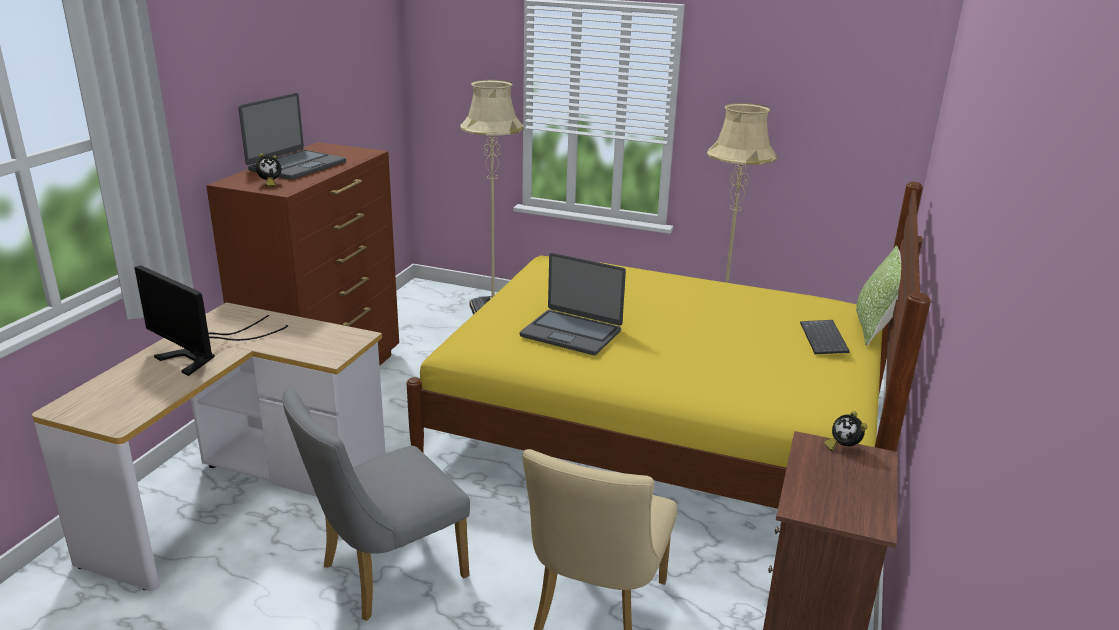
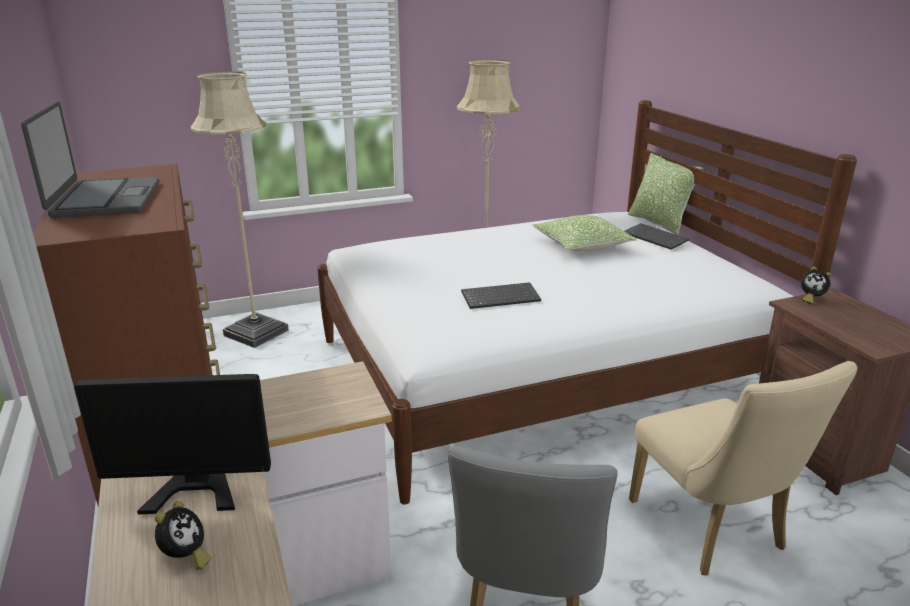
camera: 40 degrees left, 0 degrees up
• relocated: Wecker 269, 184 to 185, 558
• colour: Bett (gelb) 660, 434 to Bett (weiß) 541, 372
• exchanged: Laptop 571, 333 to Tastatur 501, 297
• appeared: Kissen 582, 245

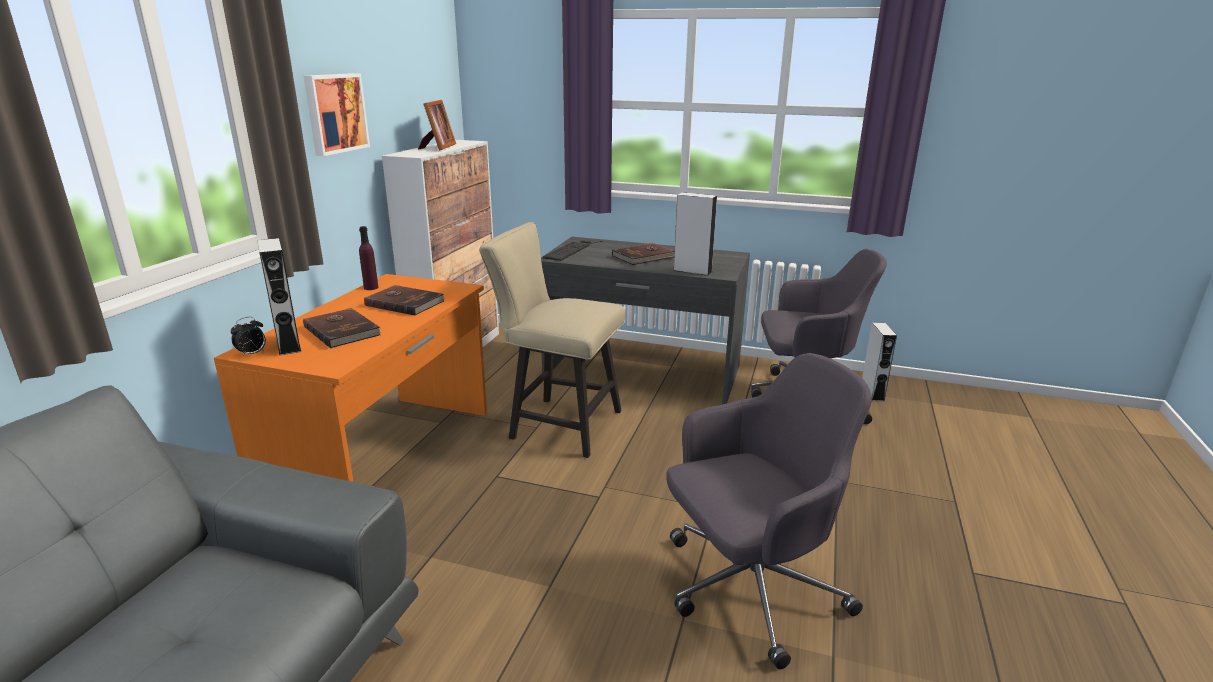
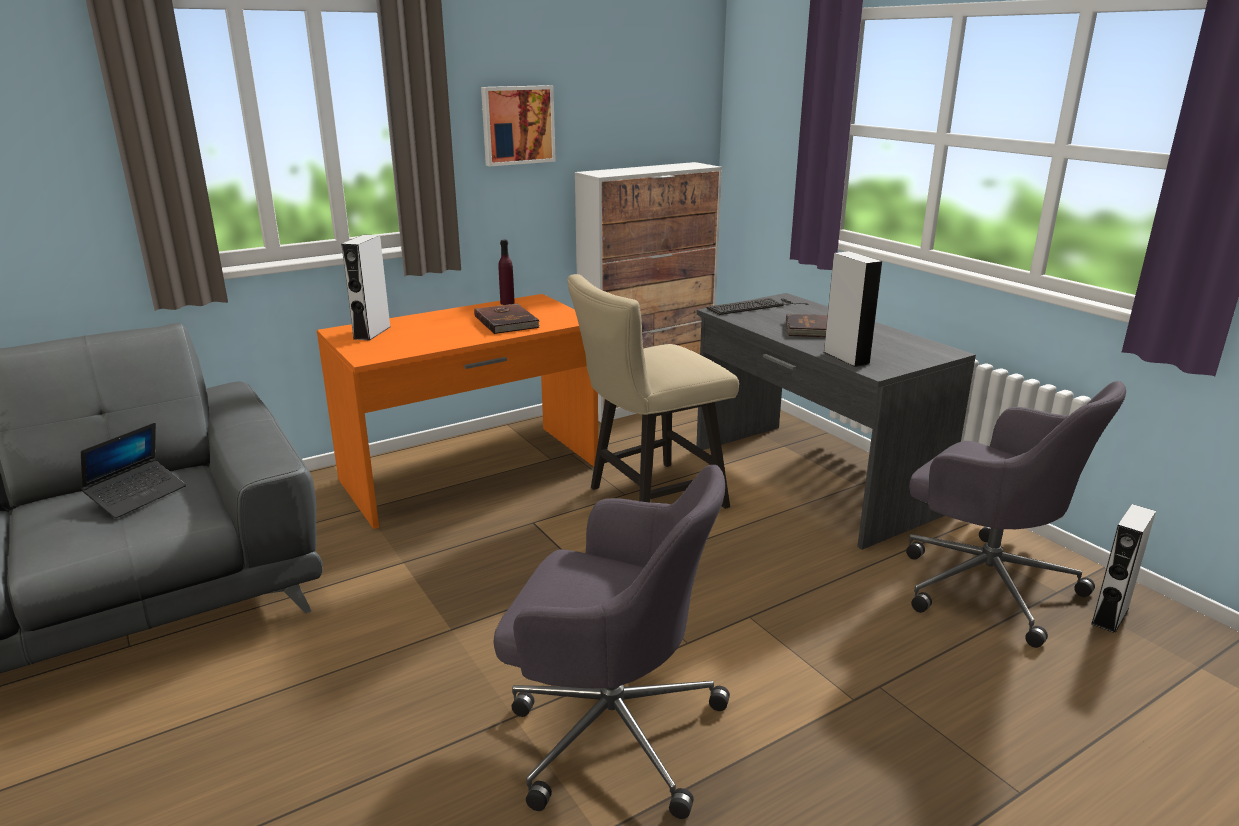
camera: 40 degrees right, 0 degrees up
• missing: Wecker 252, 354
• missing: Buch (braun) 343, 330
• missing: Bilderrahmen 438, 147
• spun: Stuhl (beige) 558, 424 = 648, 499 90 degrees counterclockwise
• appeared: Laptop 137, 496

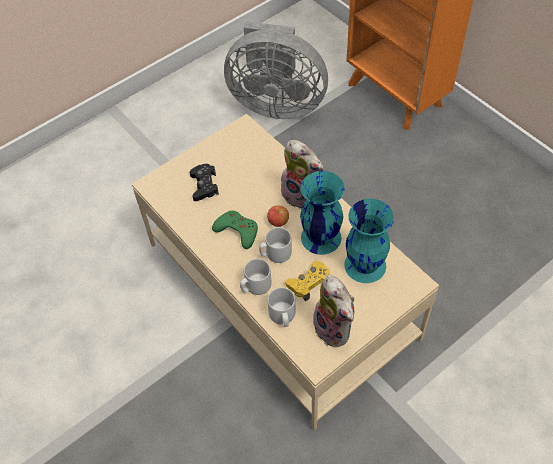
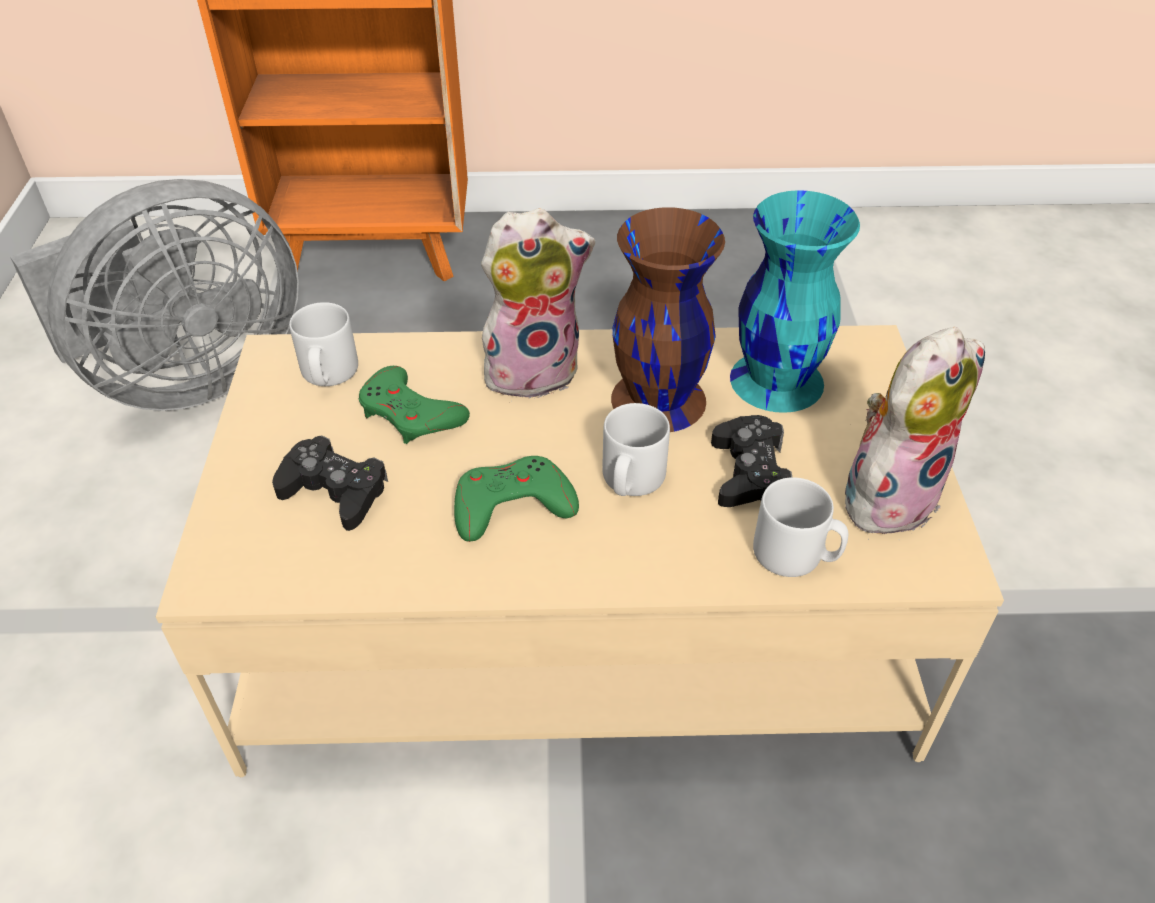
camera: 55 degrees left, 10 degrees down
• relocated: Henkelbecher (grau) 255, 286 to 328, 374
• missing: Apfel 278, 221
• colour: Gamepad (gelb) 309, 283 to Gamepad (schwarz) 748, 472
• colour: Vase (türkis) 320, 237 to Vase (braun) 656, 400
• spun: Plüschtier 335, 328 = 888, 495 45 degrees counterclockwise
• appeared: Gamepad (grün) 410, 414

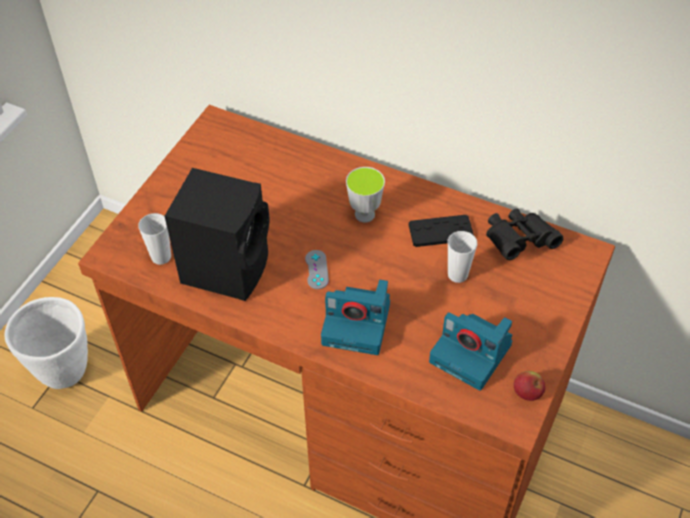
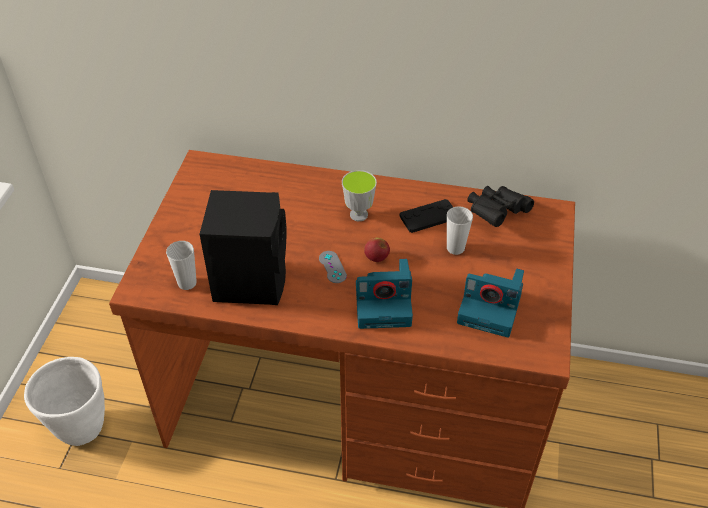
camera: 15 degrees left, 5 degrees down
• relocated: Apfel 527, 393 to 376, 258

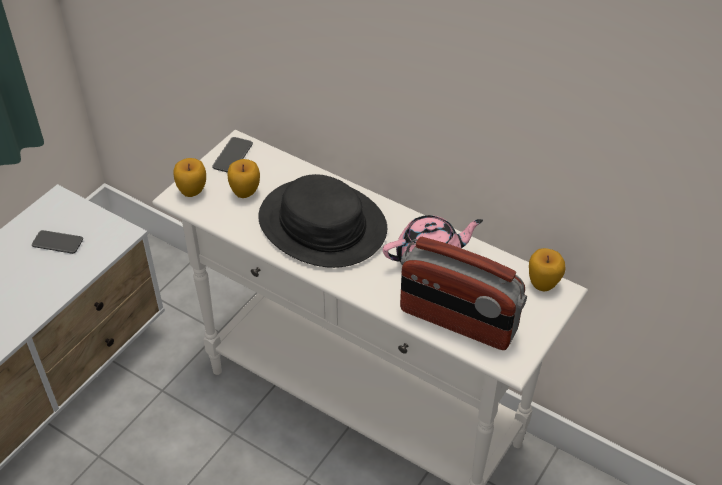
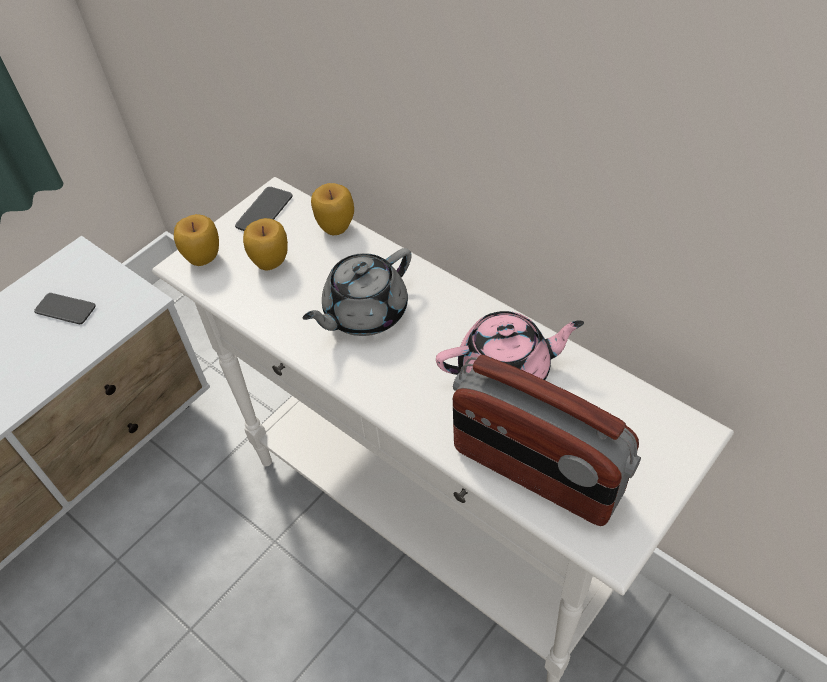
camera: 10 degrees right, 5 degrees up
• exchanged: Hut (schwarz) 322, 225 to Teekanne (grau) 364, 313
• relocated: Apfel 543, 284 to 336, 227

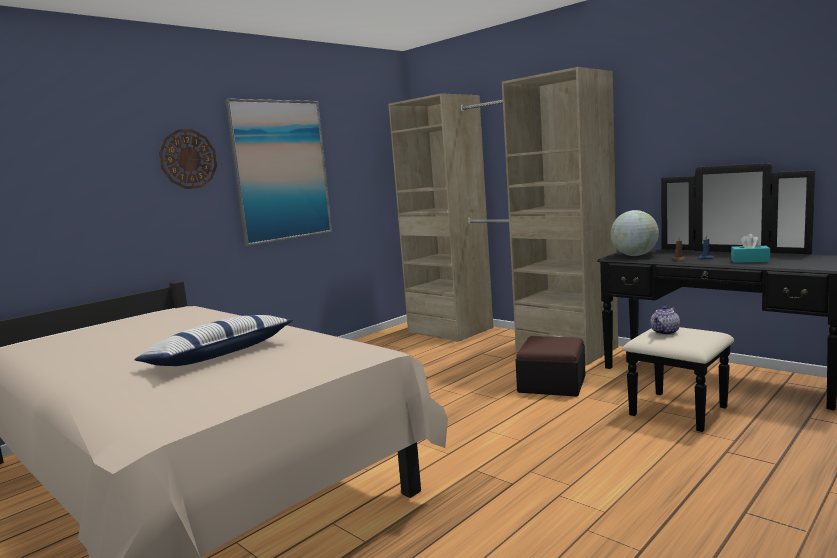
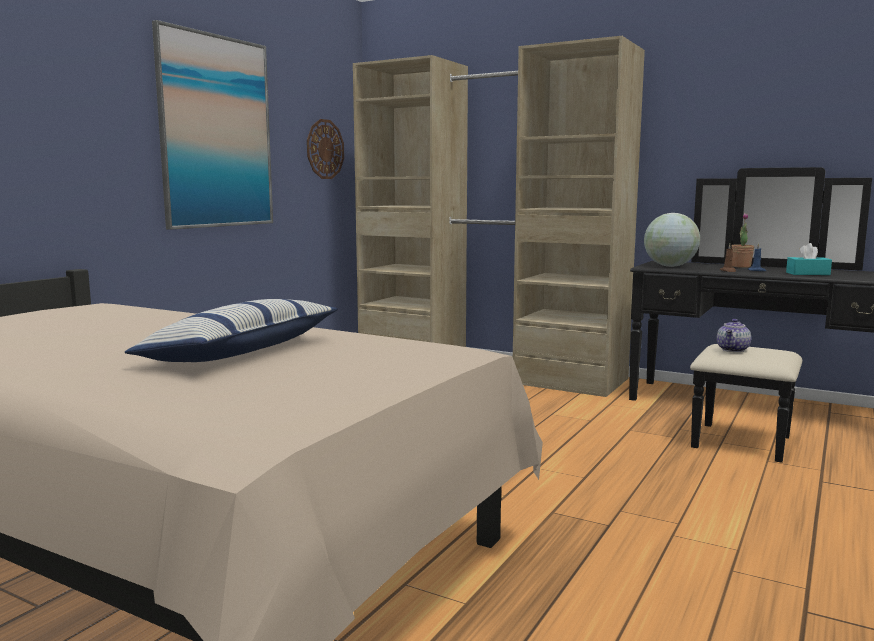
camera: 15 degrees left, 0 degrees up
• relocated: Wanduhr 188, 159 to 325, 149
• missing: Polsterhocker 552, 384
• appeared: Topfpflanze 741, 266

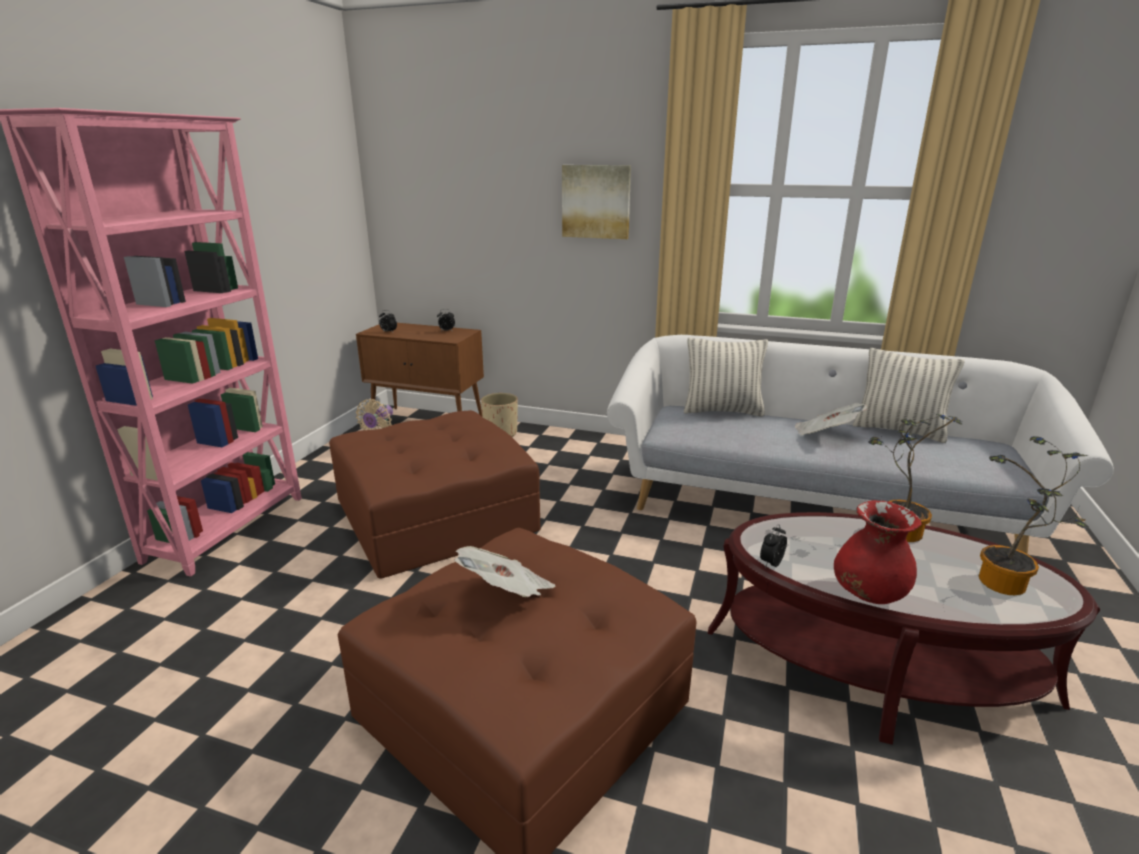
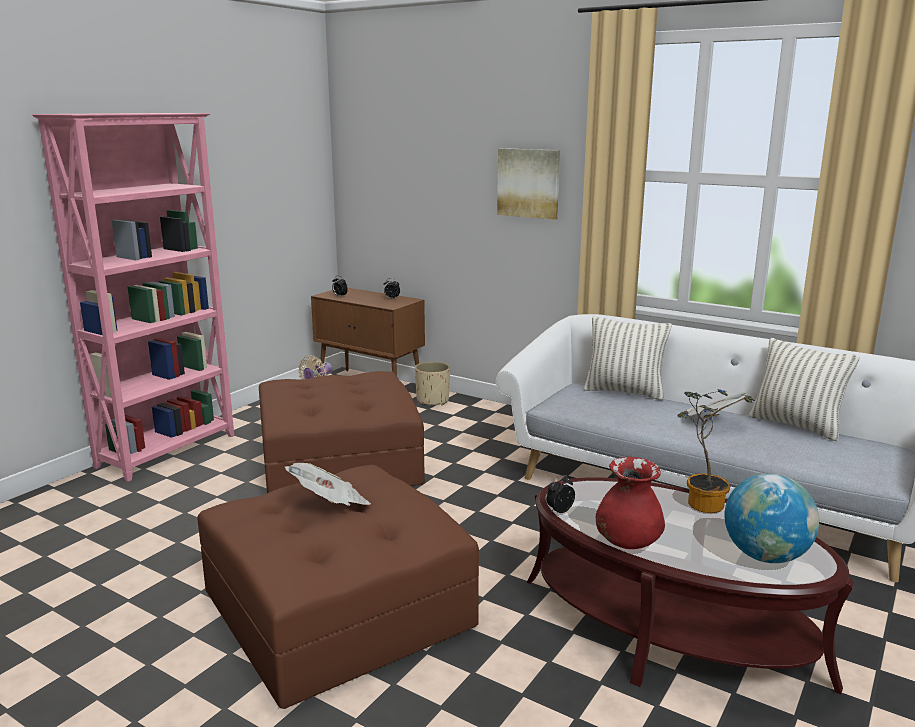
camera: 15 degrees right, 5 degrees down
• exchanged: Topfpflanze 1007, 587 to Globus 765, 556

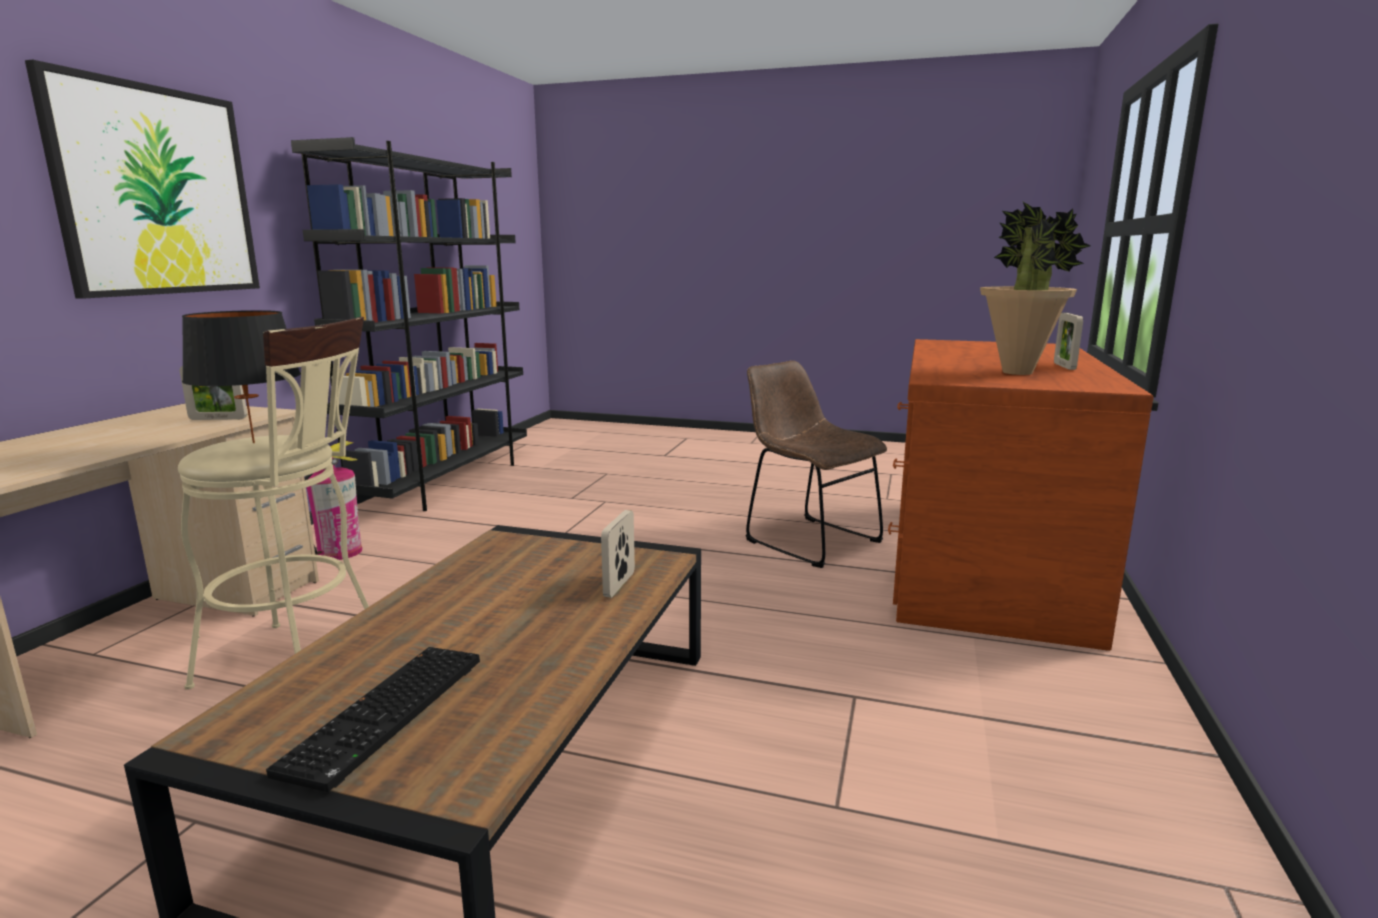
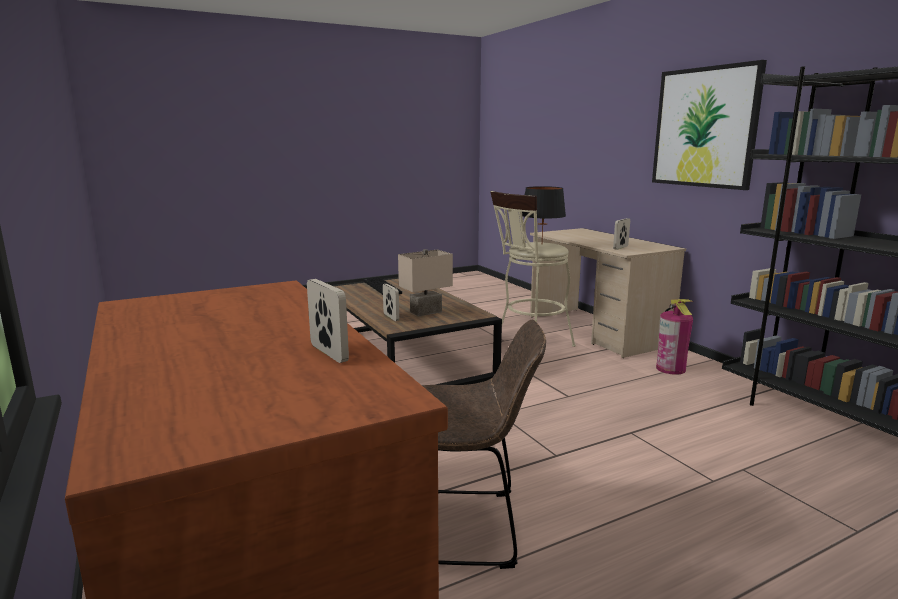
camera: 135 degrees right, 0 degrees up
• missing: Topfpflanze 1018, 372
• relocated: Bilderrahmen 1064, 366 to 329, 353
• appeared: Tischlampe (beige) 425, 311

